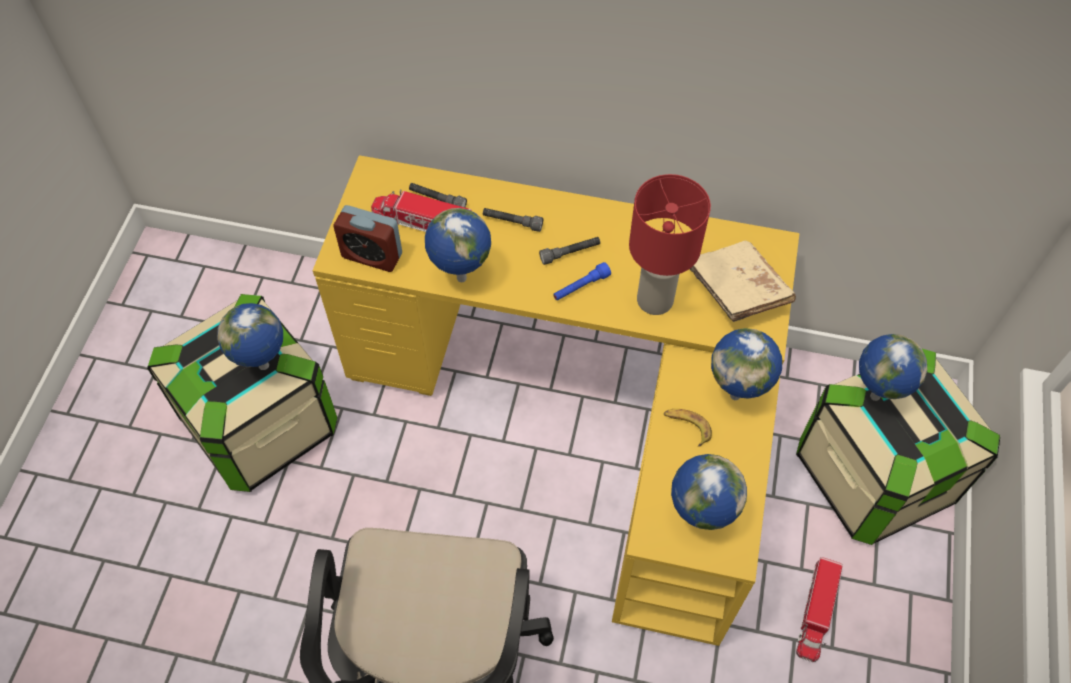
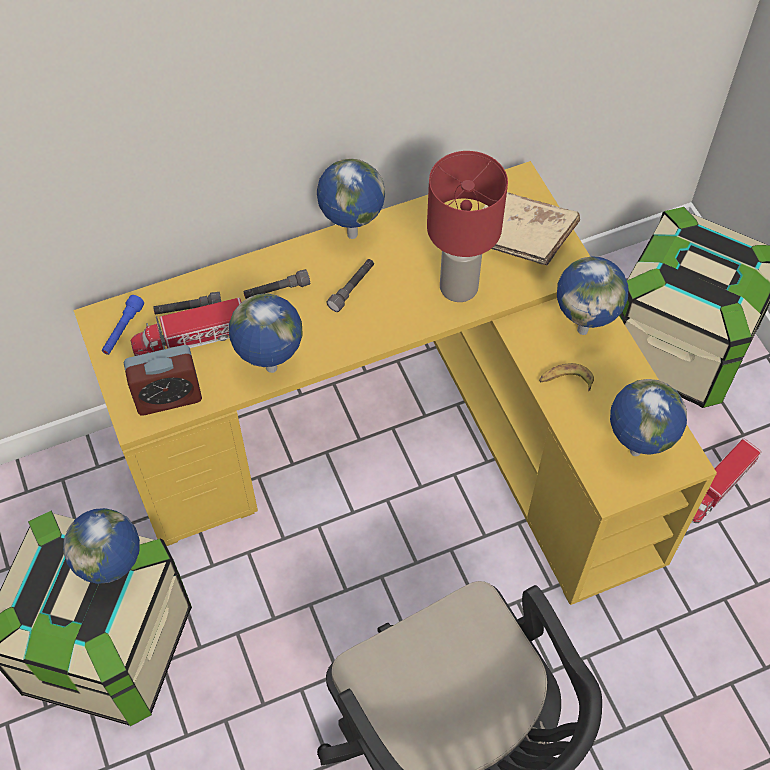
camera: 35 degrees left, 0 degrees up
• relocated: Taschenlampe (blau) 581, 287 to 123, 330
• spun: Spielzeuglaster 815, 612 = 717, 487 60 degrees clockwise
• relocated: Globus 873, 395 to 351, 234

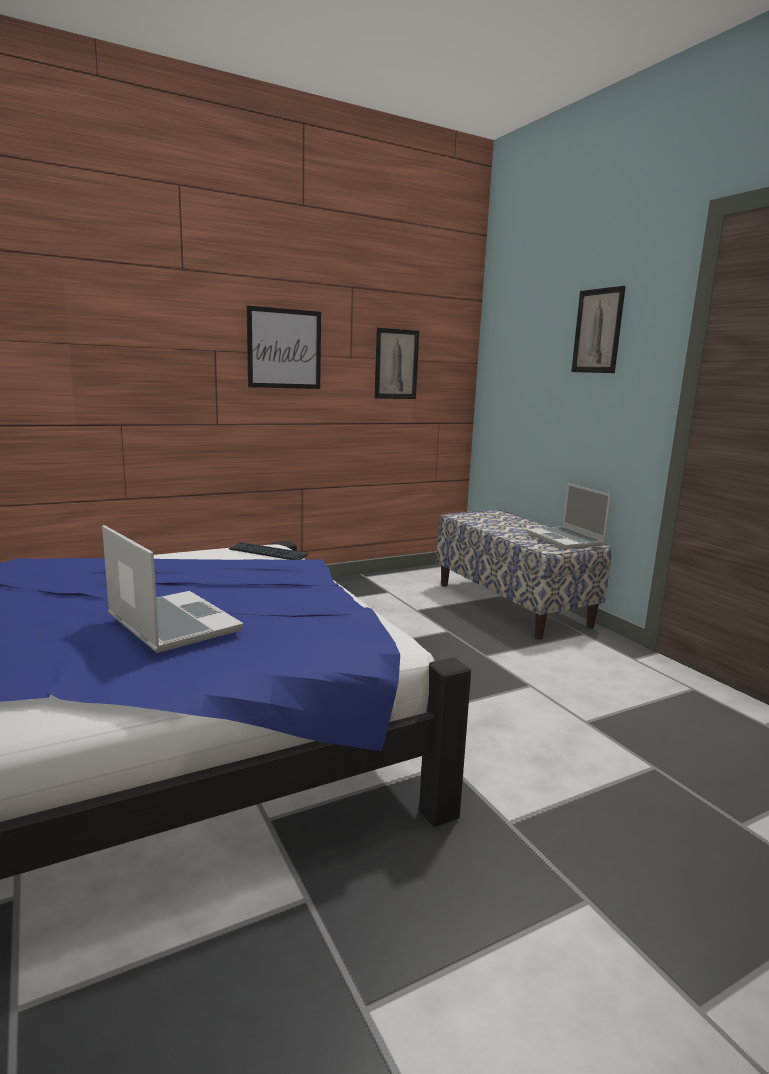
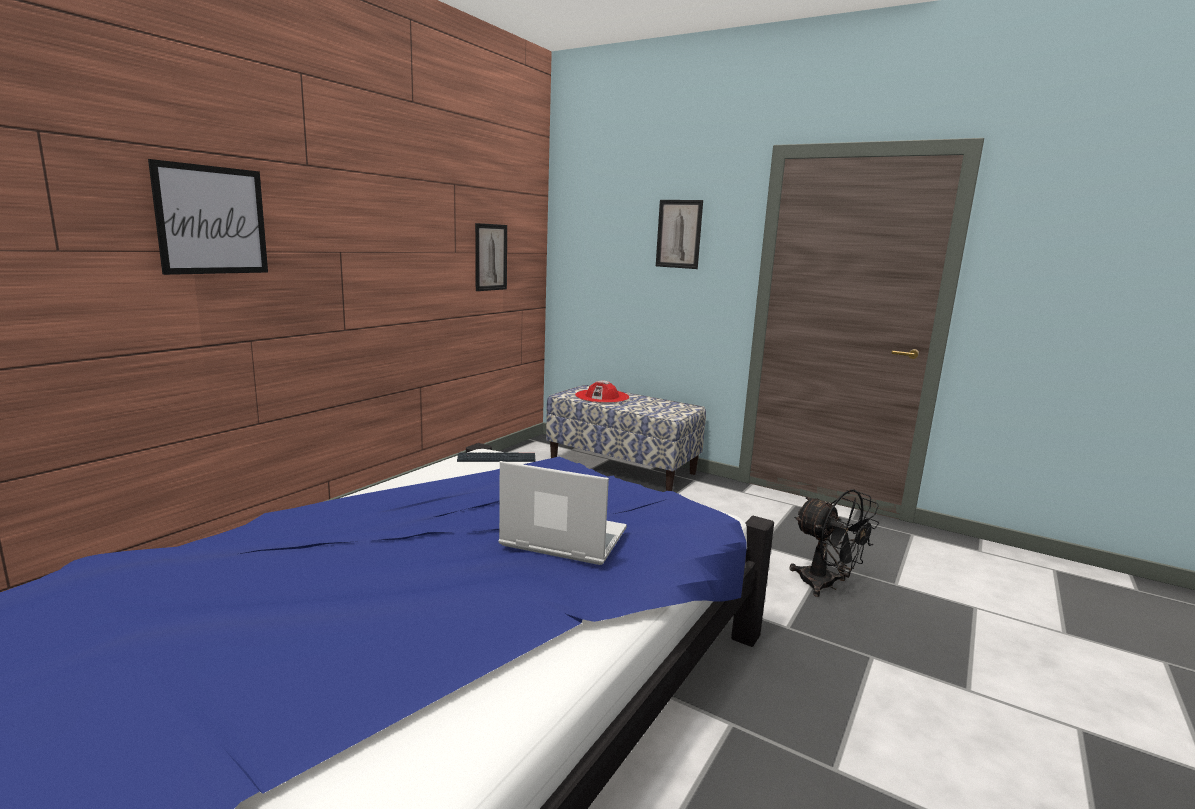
camera: 30 degrees left, 0 degrees up
• relocated: Bild 284, 349 to 212, 220
• missing: Laptop 566, 539
• appeared: Hut (rot) 602, 396
• appeared: Ventilator (schwarz) 826, 585

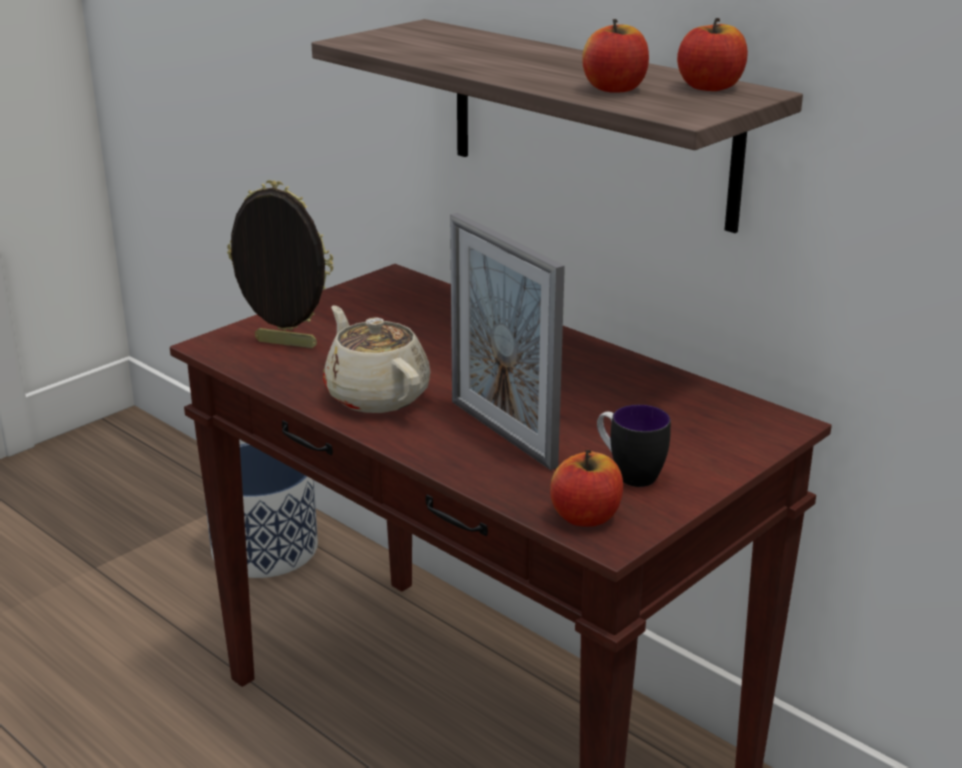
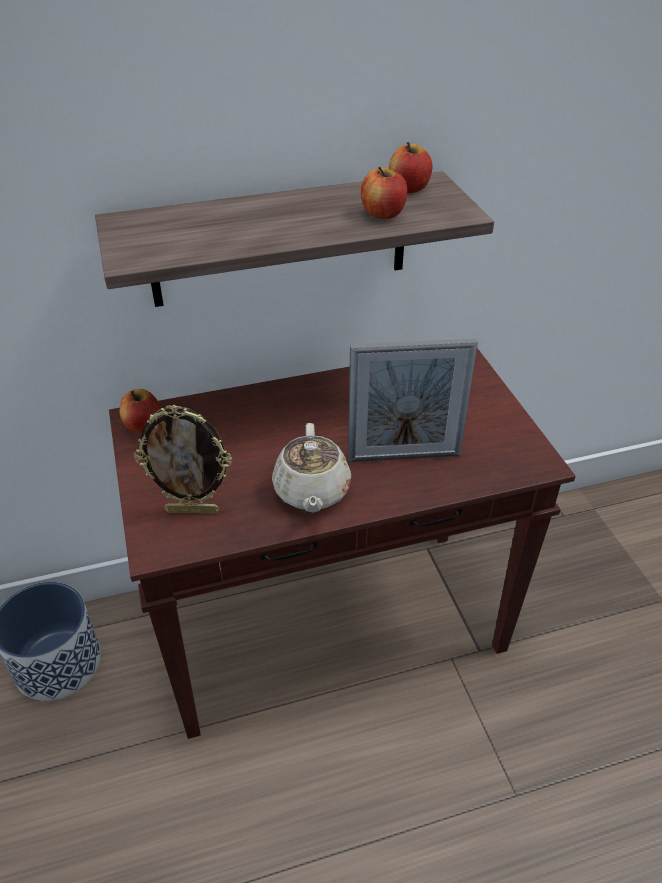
camera: 60 degrees left, 15 degrees up
• spun: Bilderrahmen 284, 345 = 193, 510 135 degrees counterclockwise
• spun: Teekanne (beige) 376, 395 = 311, 492 90 degrees counterclockwise
• relocated: Apfel 586, 516 to 143, 424
• missing: Henkelbecher 628, 473

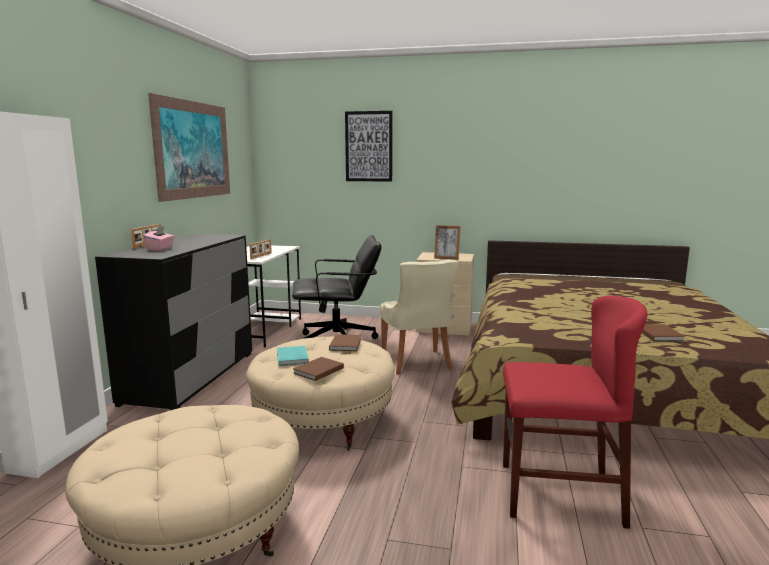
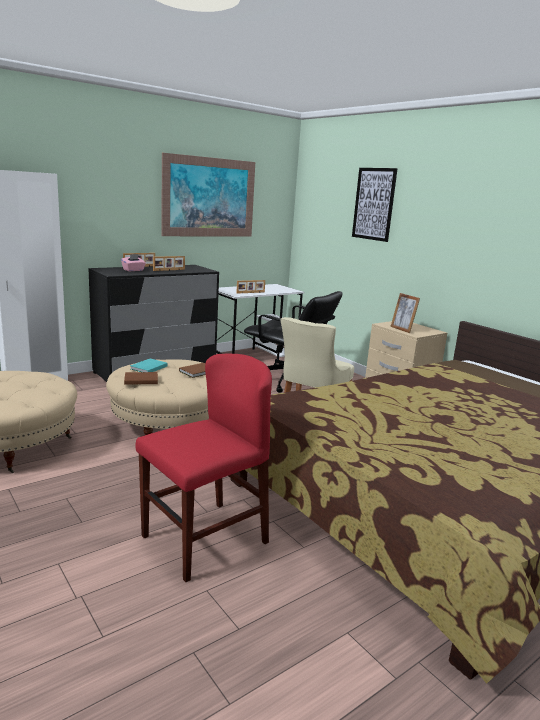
camera: 40 degrees right, 5 degrees up
• spun: Stuhl (rot) 559, 493 = 204, 539 90 degrees counterclockwise
• missing: Buch (braun) 659, 334
• appeared: Bilderrahmen 169, 270

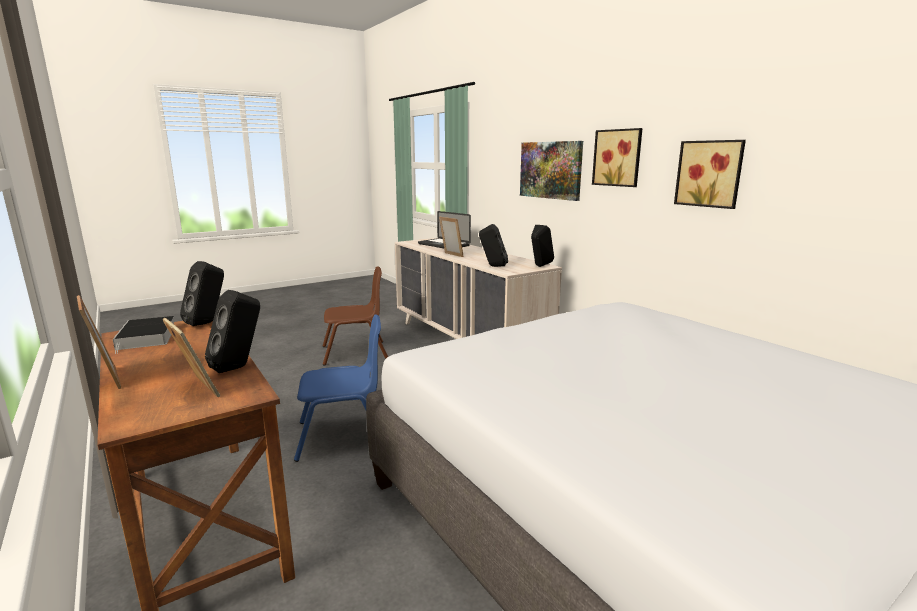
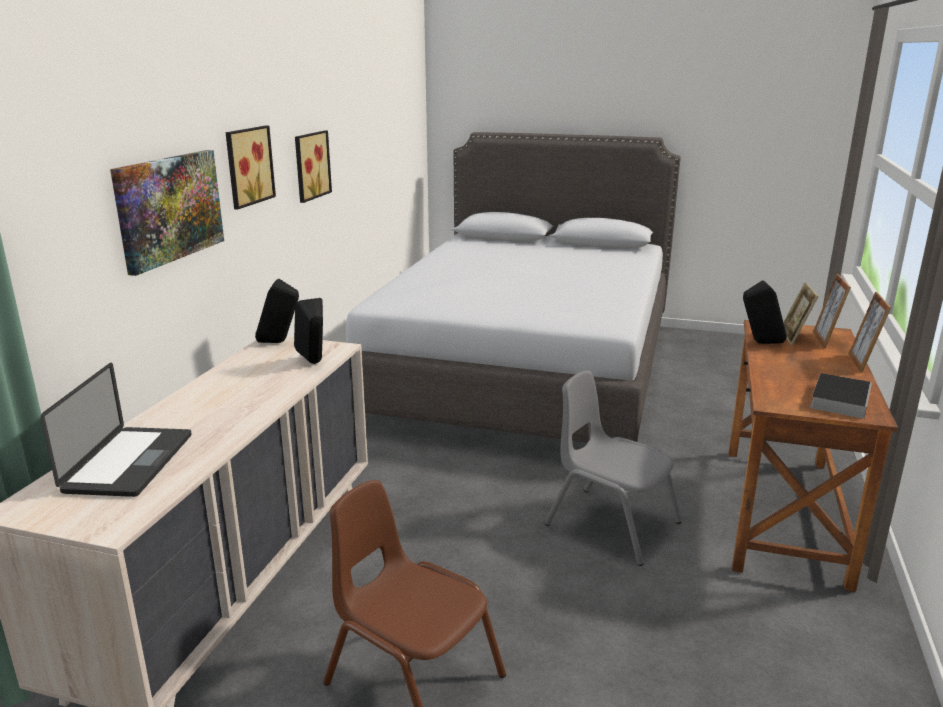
camera: 130 degrees left, 5 degrees up
• missing: Lautsprecher (schwarz) 208, 323
• colour: Stuhl (blau) 343, 436 to Stuhl (grau) 611, 524
• relocated: Bilderrahmen 451, 255 to 825, 340

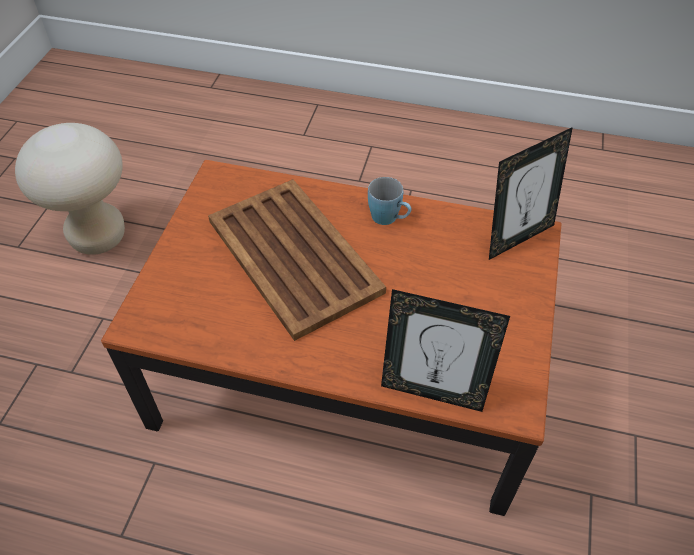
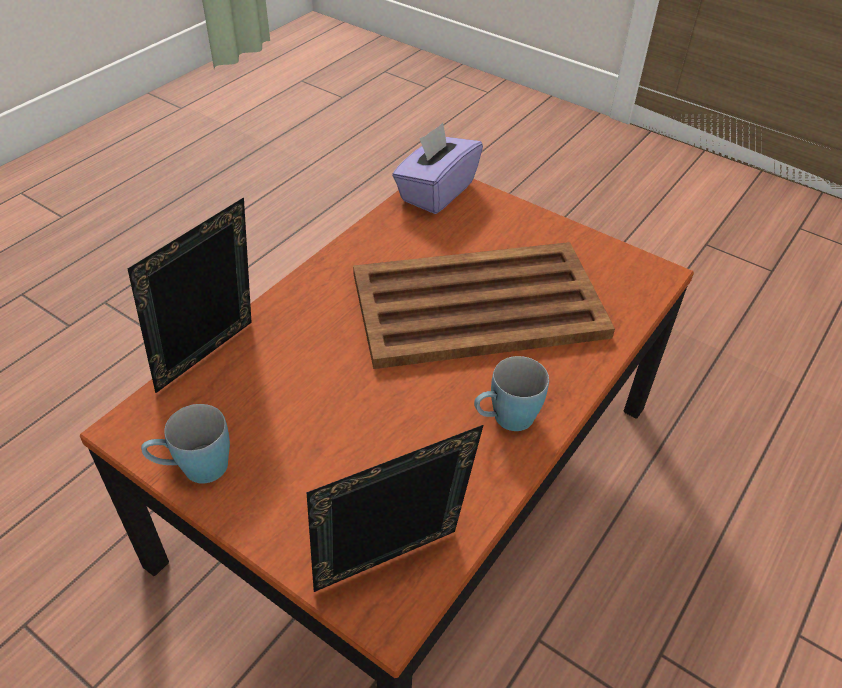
camera: 110 degrees right, 5 degrees down
• missing: Hocker (beige) 98, 237
• spun: Bilderrahmen 517, 237 = 391, 571 75 degrees clockwise
• appeared: Henkelbecher (blau) 194, 469
• appeared: Taschentuchbox (lila) 436, 192

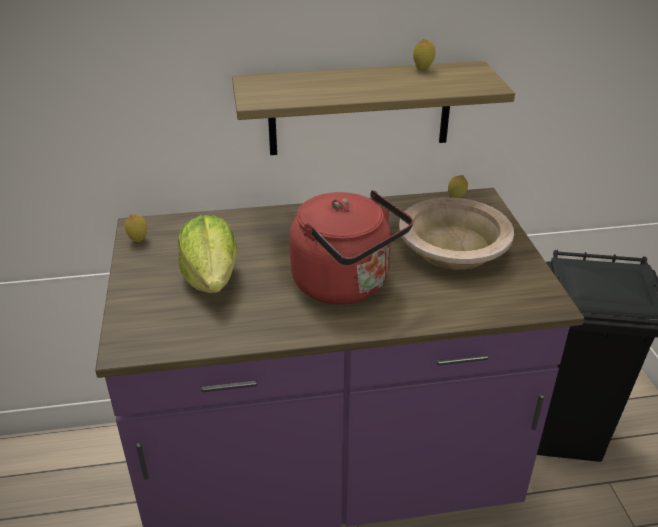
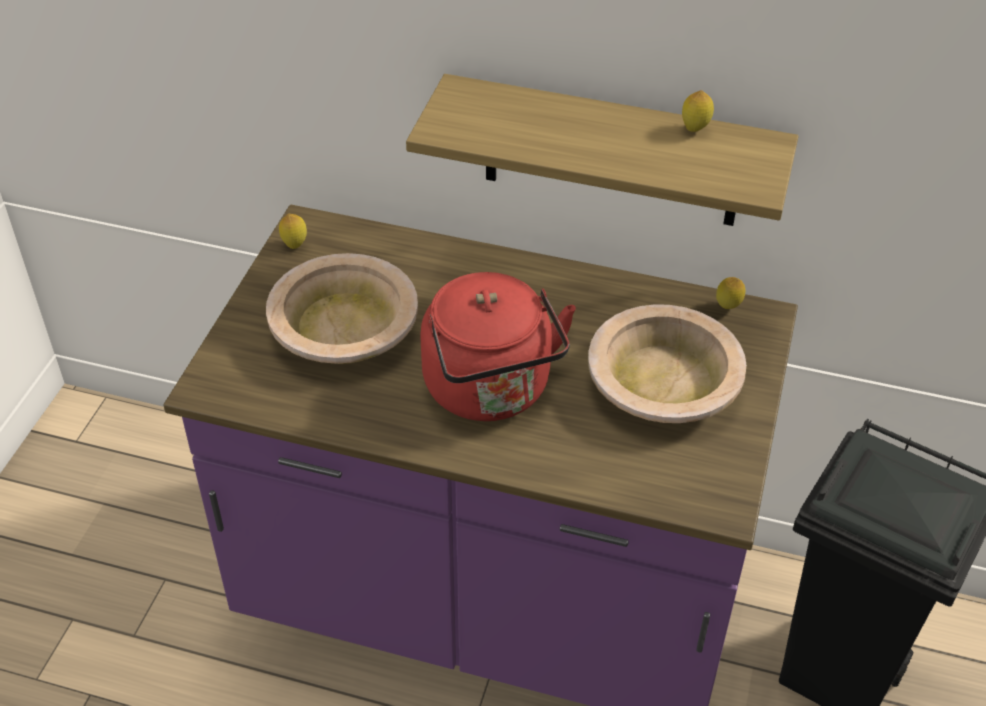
camera: 25 degrees right, 10 degrees up
• exchanged: Salatkopf 211, 278 to Schüssel (beige) 344, 328

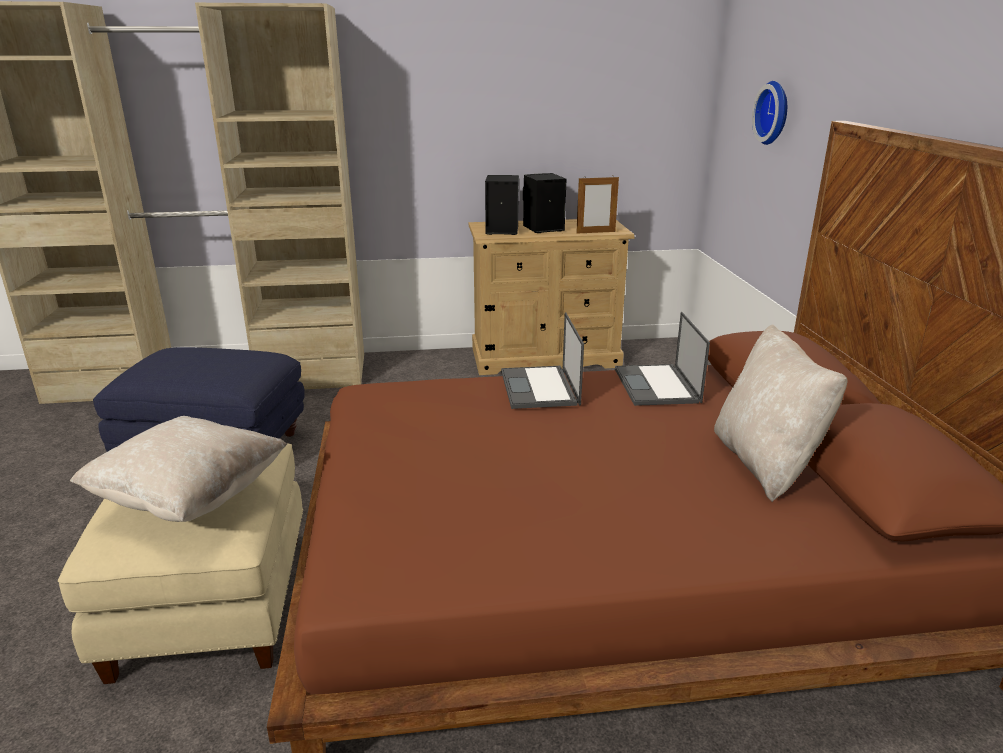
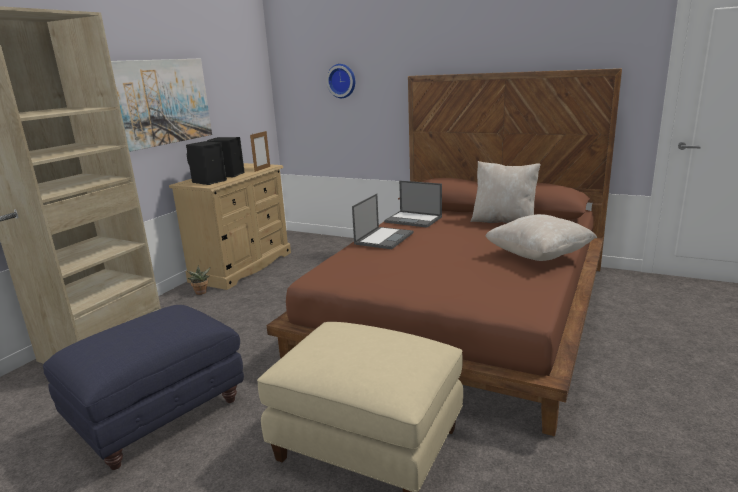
camera: 55 degrees left, 5 degrees down
• relocated: Kissen (beige) 190, 498 to 538, 256
• spun: Laptop 540, 388 = 384, 238 90 degrees counterclockwise
• appeared: Bild 160, 102
• appeared: Topfpflanze 201, 293

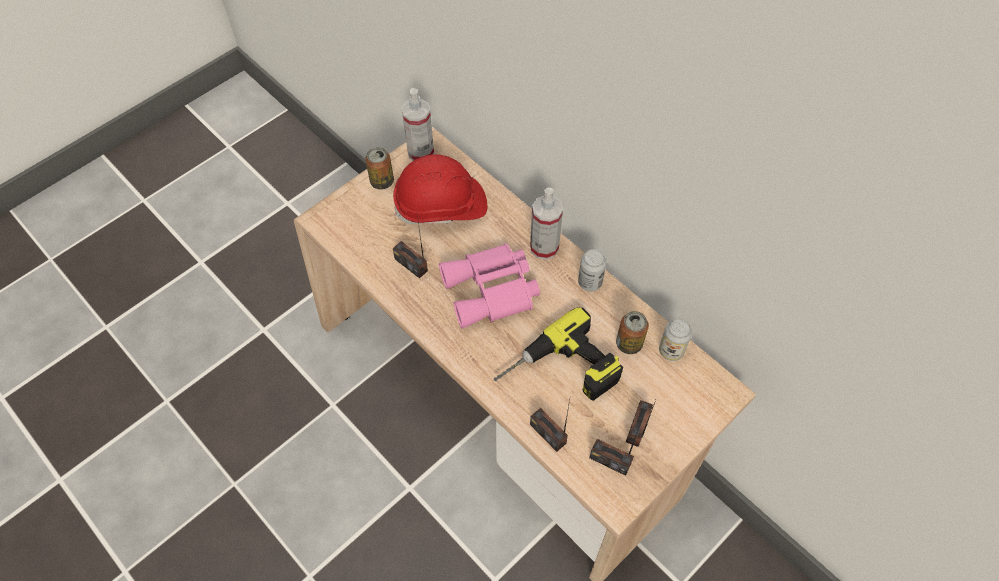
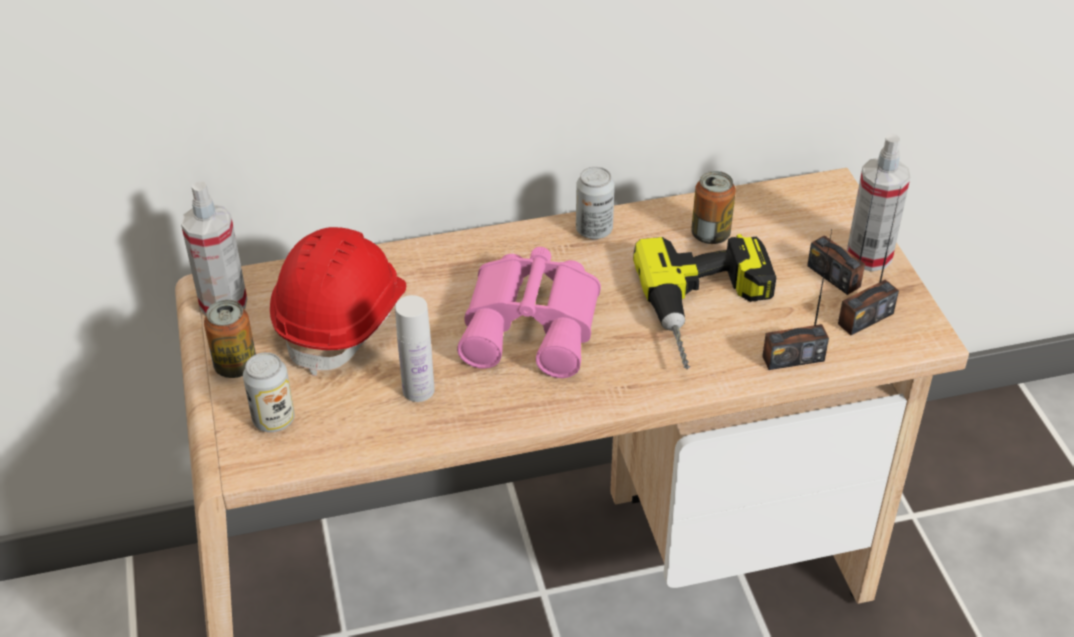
camera: 60 degrees left, 15 degrees down
• exchanged: Radio 411, 264 to Flasche (weiß) 418, 390
• relocated: Sprühflasche 544, 247 to 869, 256
• relocated: Dose 671, 351 to 273, 420

